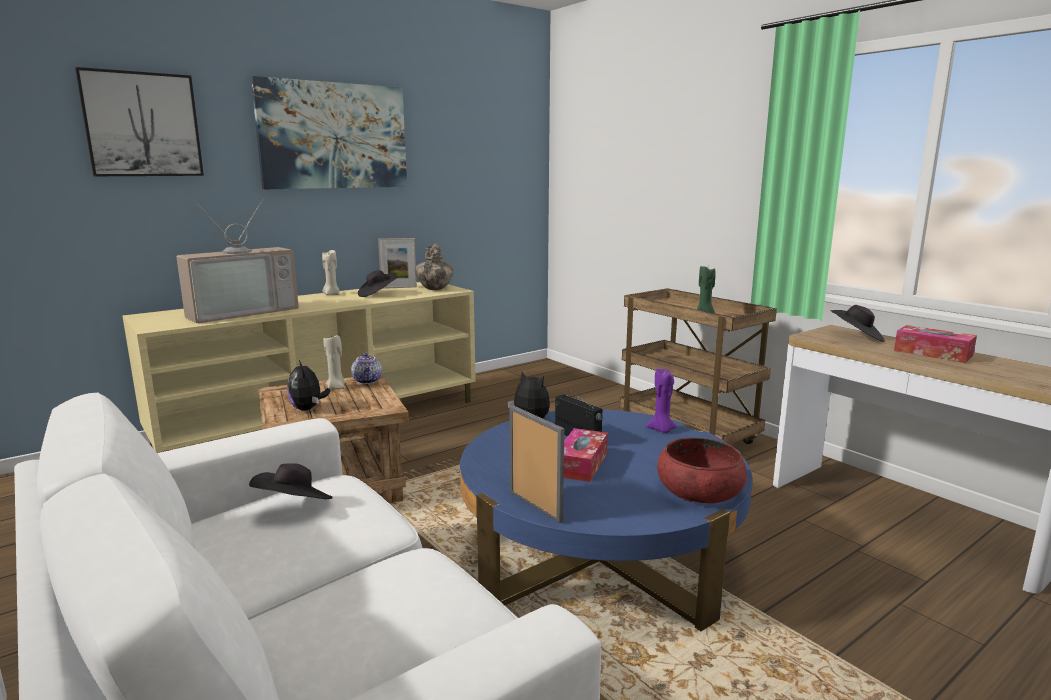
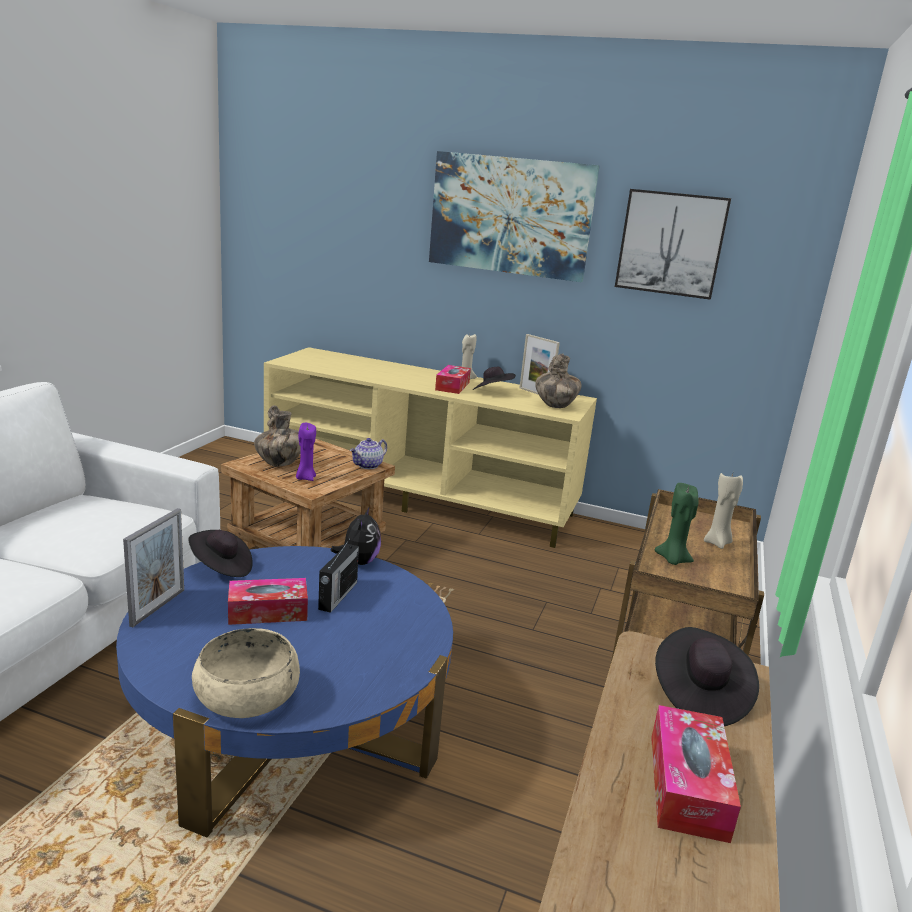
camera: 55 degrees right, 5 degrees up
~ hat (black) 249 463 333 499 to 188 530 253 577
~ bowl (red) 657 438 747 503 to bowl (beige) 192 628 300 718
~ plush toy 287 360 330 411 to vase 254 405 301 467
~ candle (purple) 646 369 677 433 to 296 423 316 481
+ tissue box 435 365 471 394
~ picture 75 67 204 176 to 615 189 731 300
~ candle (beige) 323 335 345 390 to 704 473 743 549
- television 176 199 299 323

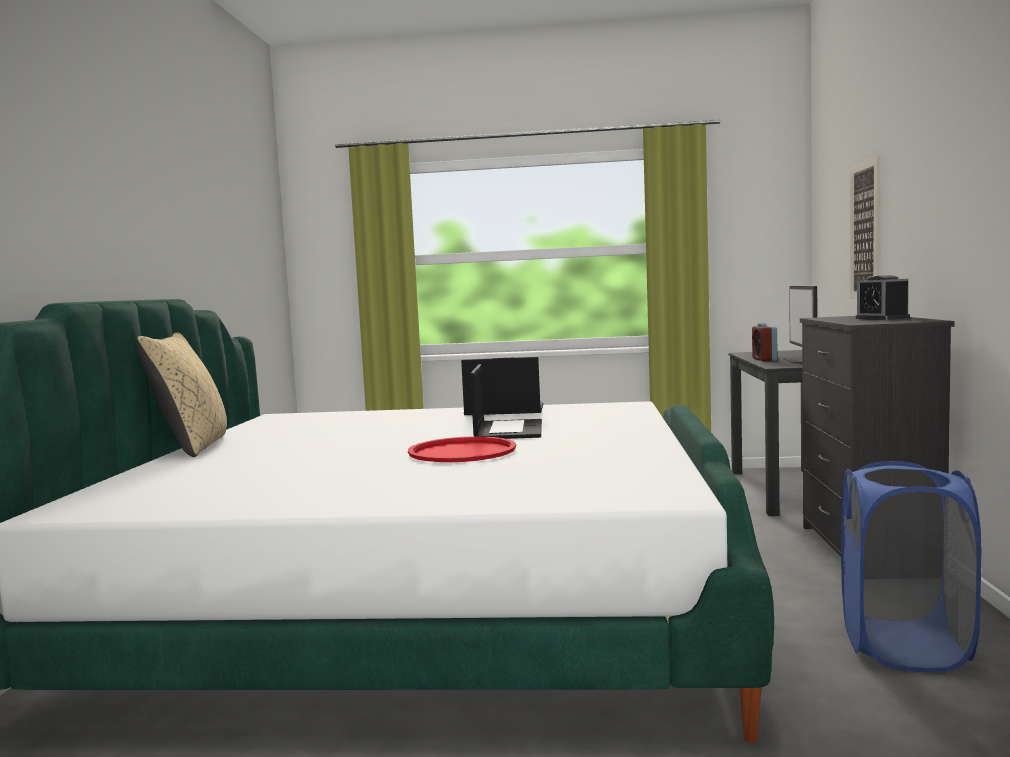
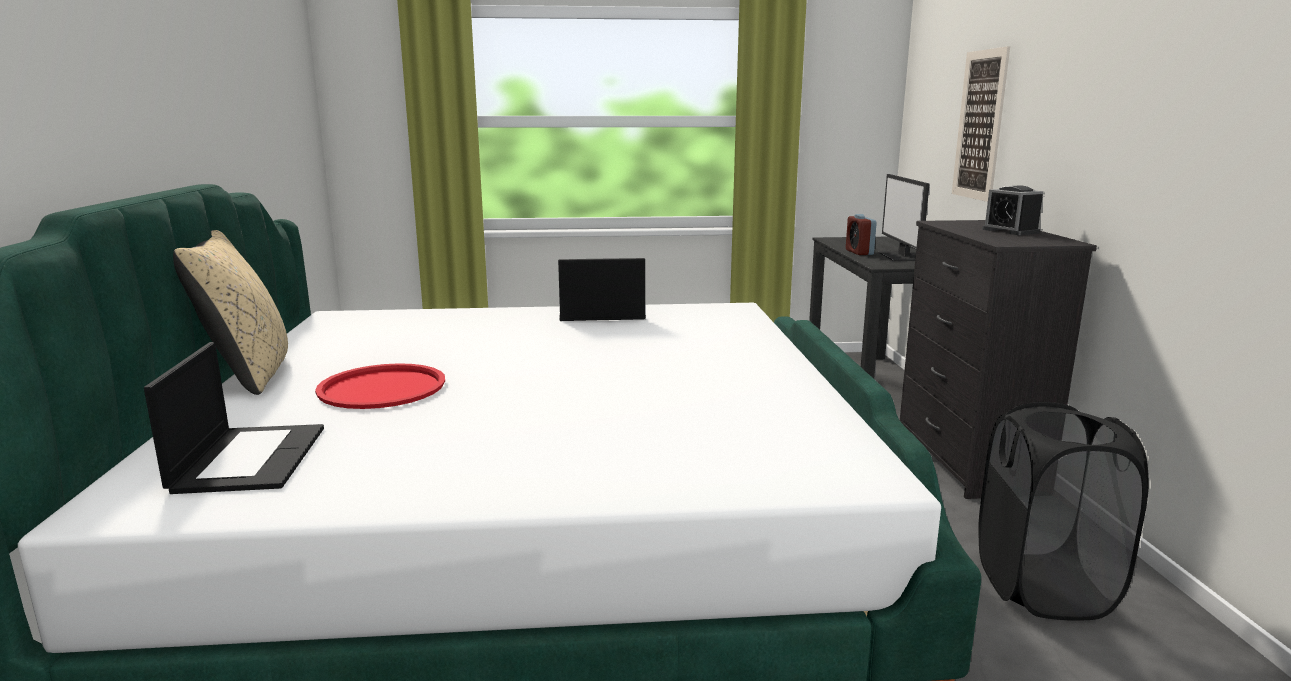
camera: 10 degrees left, 10 degrees up
~ laptop 470 364 542 439 to 144 342 324 494
~ tray (red) 408 436 516 462 to 315 363 445 409
~ laundry basket (blue) 841 461 981 672 to laundry basket (black) 978 402 1149 621

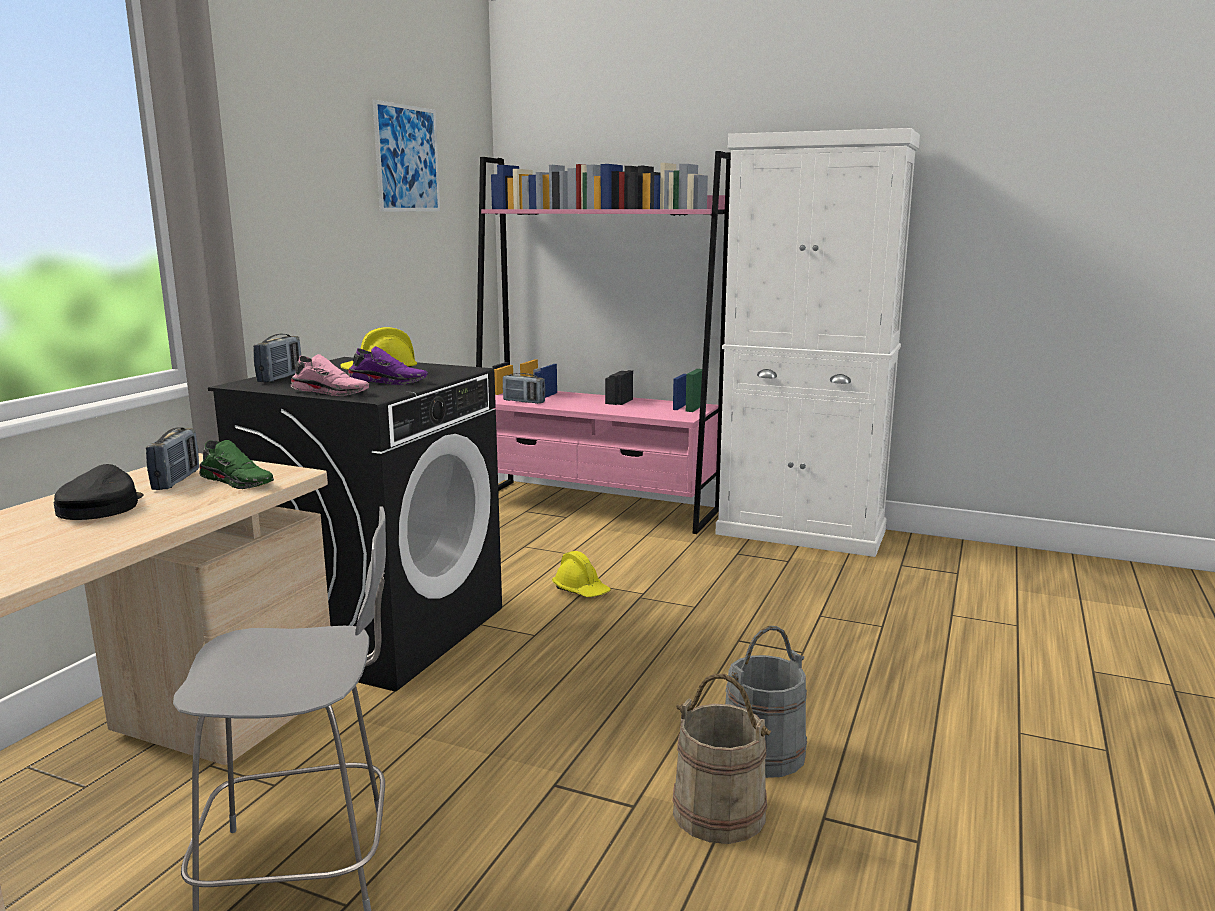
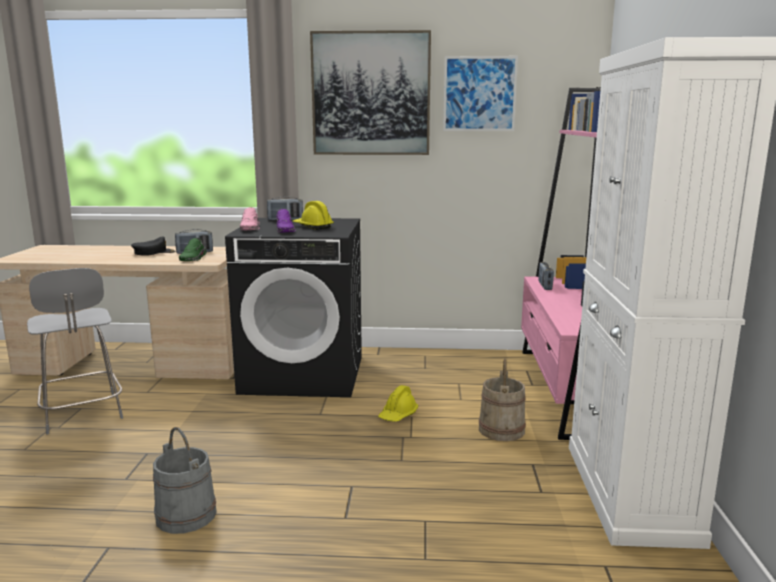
camera: 70 degrees right, 0 degrees up
+ picture 310 30 431 155
~ bucket (beige) 672 674 771 844 to 479 358 526 441

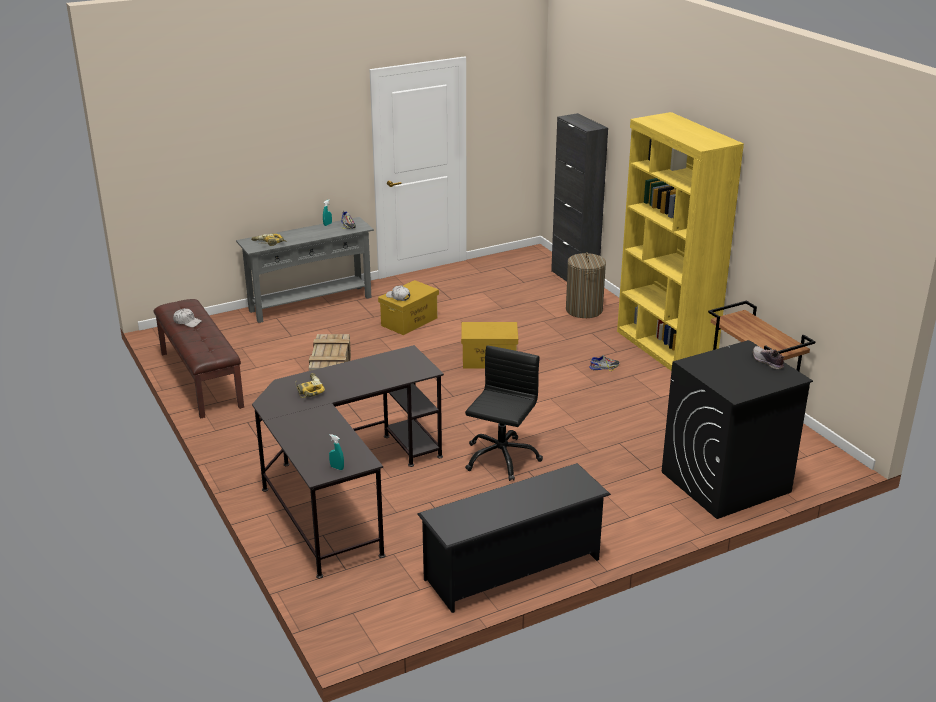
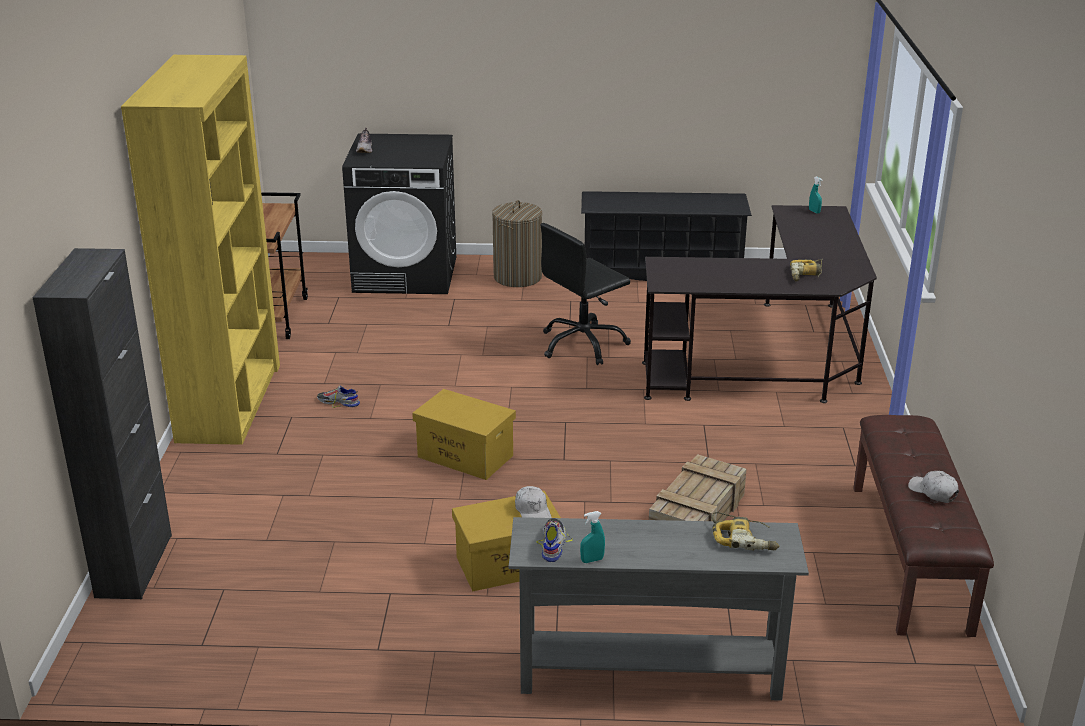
camera: 150 degrees left, 0 degrees up
~ laundry basket 566 252 606 318 to 492 200 542 287

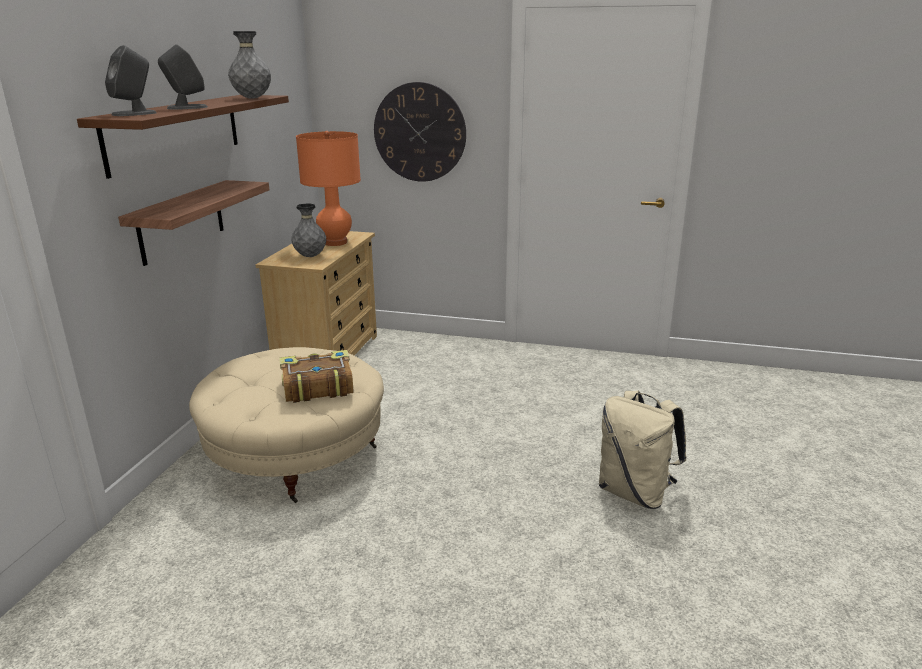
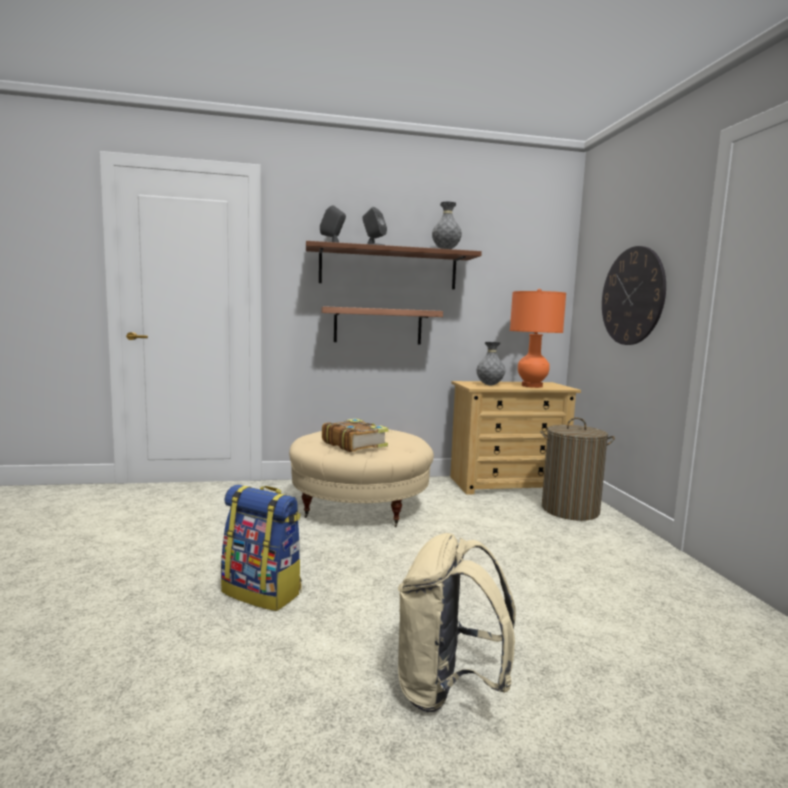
camera: 65 degrees right, 15 degrees down
+ backpack 221 485 301 611
+ laundry basket 540 417 615 521

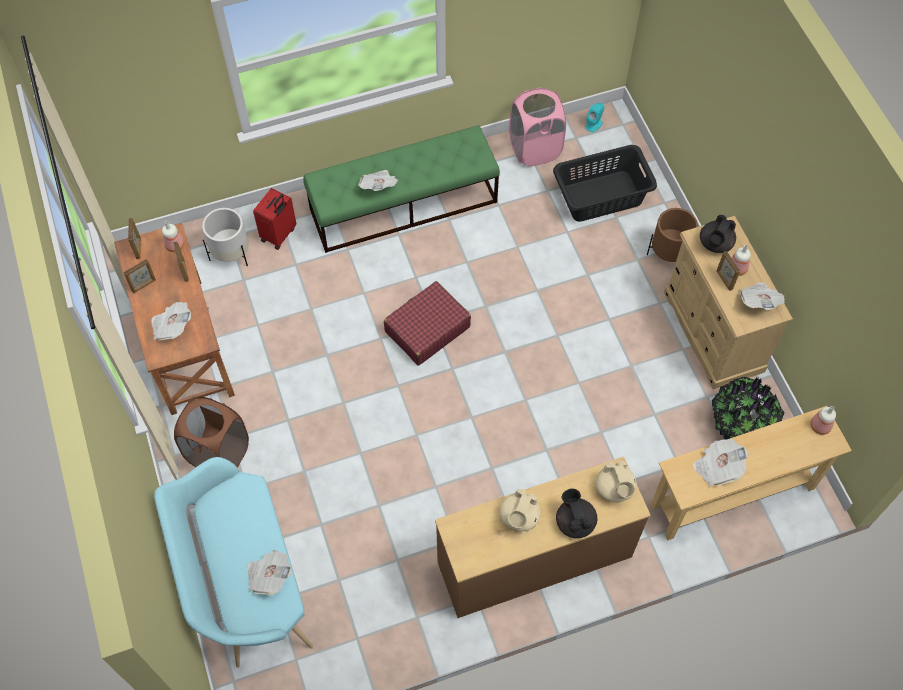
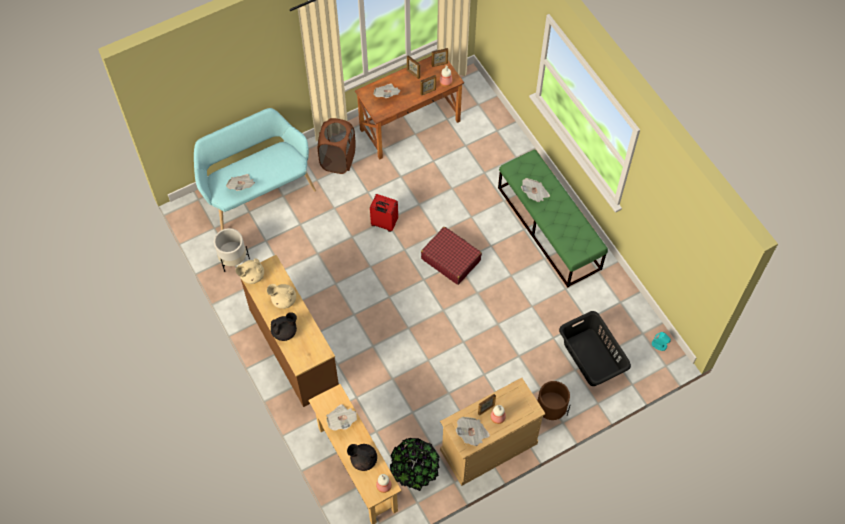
camera: 80 degrees right, 0 degrees up
~ planter (white) 202 208 248 266 to 214 228 250 272
~ teapot (beige) 596 460 637 502 to 235 258 264 284
~ teapot (black) 700 215 736 253 to 347 444 377 471
~ suitcase (red) 253 188 296 250 to 370 194 398 232
- laundry basket (pink) 509 87 566 167

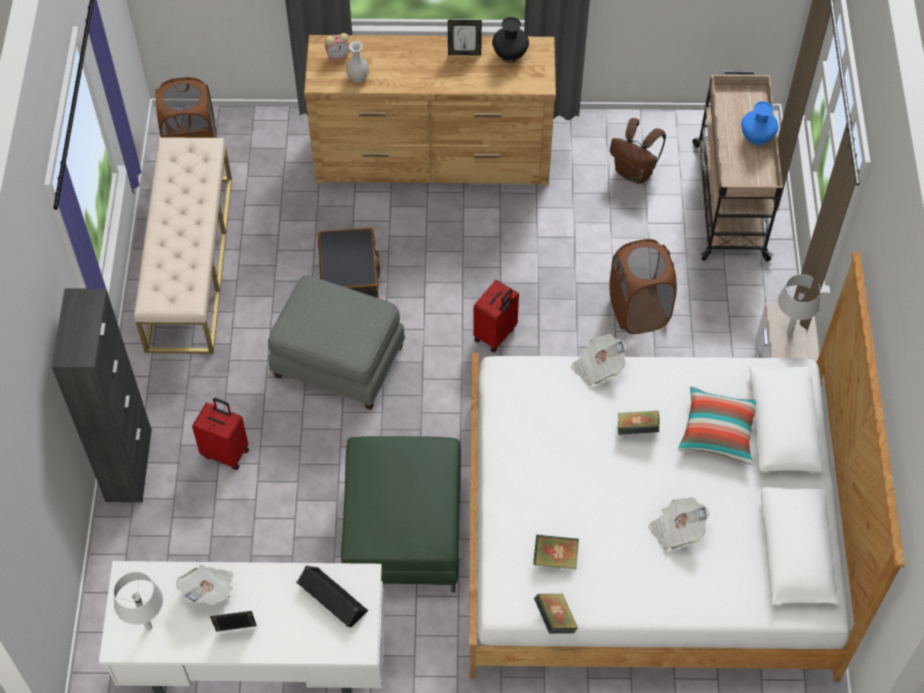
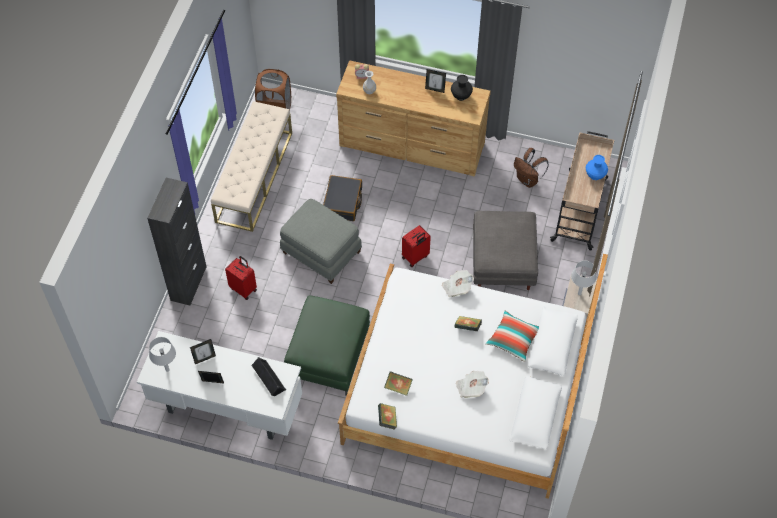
camera: 15 degrees right, 0 degrees up
~ newspaper 176 565 233 605 to picture frame 190 339 216 364
~ laundry basket (brown) 609 239 677 334 to ottoman (grey) 473 211 538 290

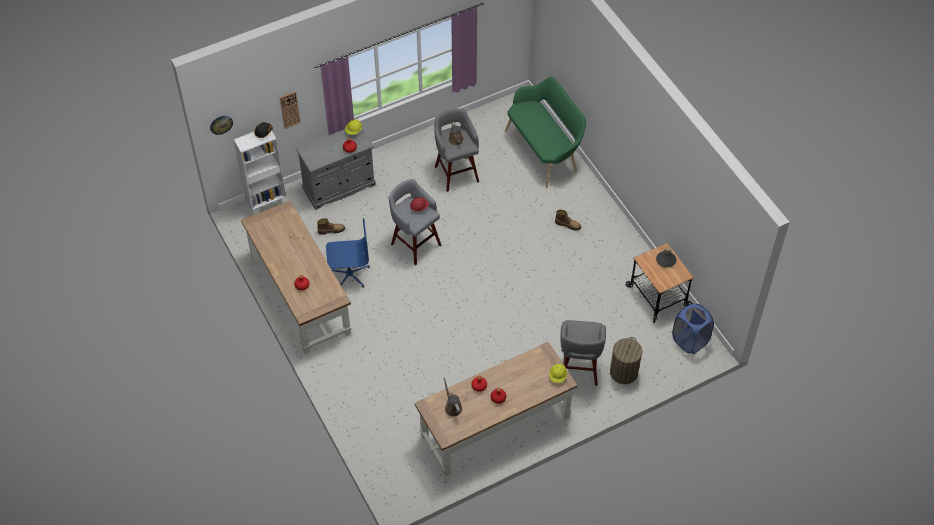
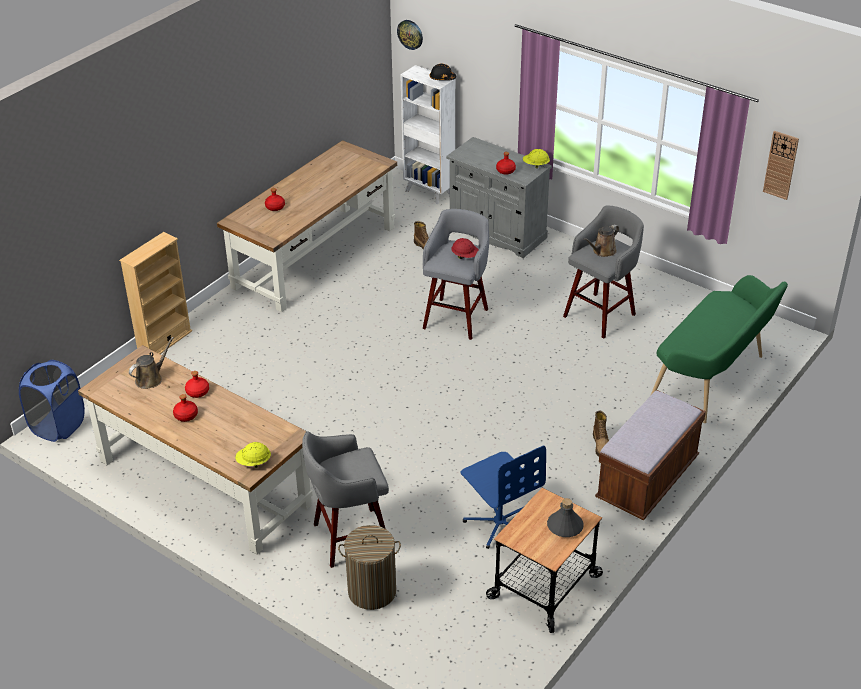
camera: 65 degrees right, 15 degrees down
~ laundry basket (blue) 672 303 714 354 to 19 360 85 442
+ bookcase (beige) 119 232 192 354
~ office chair (blue) 326 218 370 288 to 460 445 546 549
+ bench (brown) 595 390 706 520
~ wall clock 280 91 300 129 to 763 131 799 200

